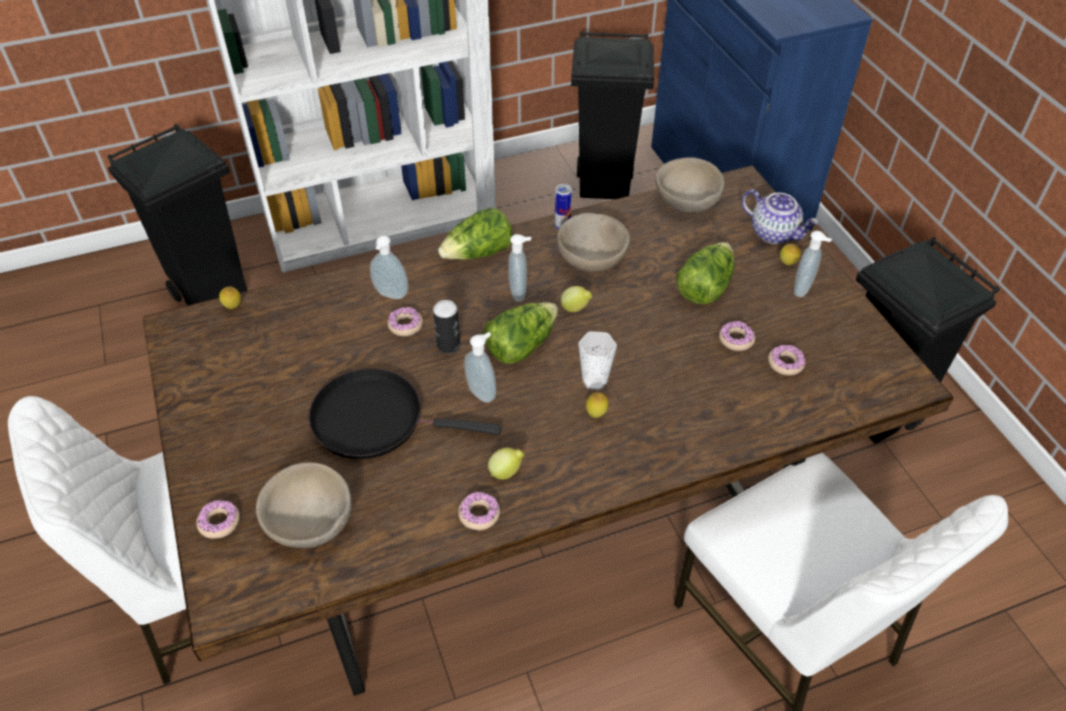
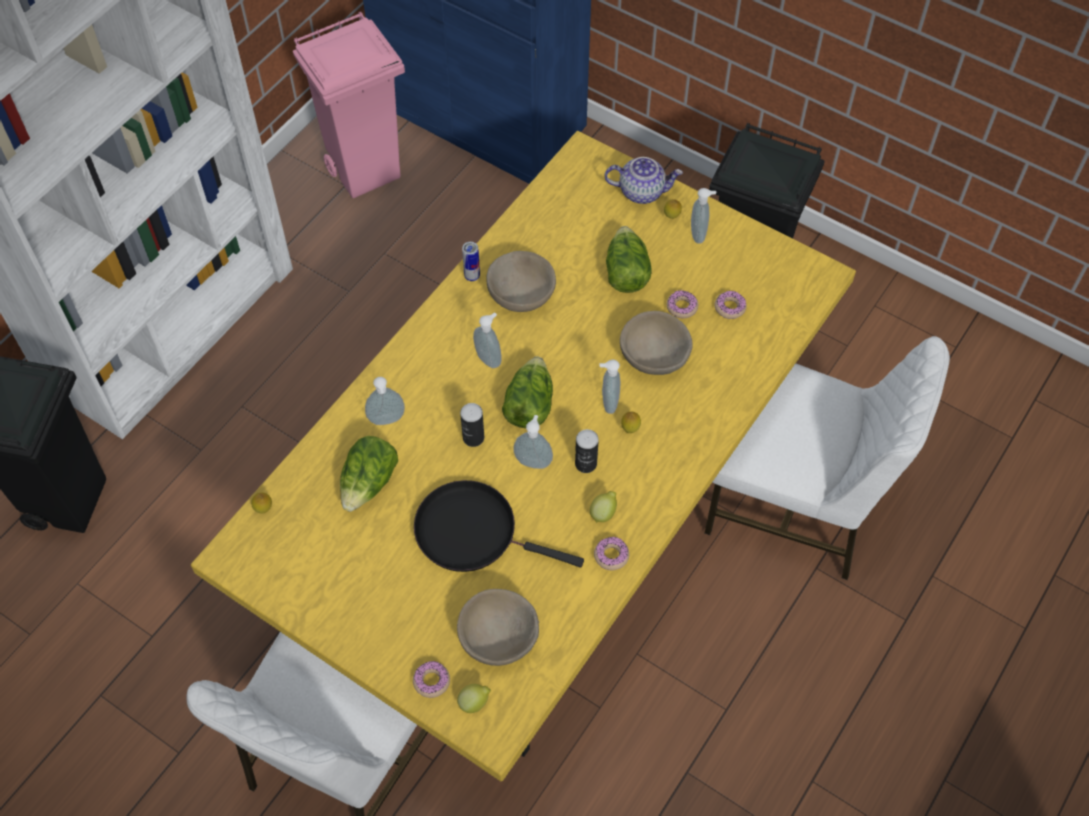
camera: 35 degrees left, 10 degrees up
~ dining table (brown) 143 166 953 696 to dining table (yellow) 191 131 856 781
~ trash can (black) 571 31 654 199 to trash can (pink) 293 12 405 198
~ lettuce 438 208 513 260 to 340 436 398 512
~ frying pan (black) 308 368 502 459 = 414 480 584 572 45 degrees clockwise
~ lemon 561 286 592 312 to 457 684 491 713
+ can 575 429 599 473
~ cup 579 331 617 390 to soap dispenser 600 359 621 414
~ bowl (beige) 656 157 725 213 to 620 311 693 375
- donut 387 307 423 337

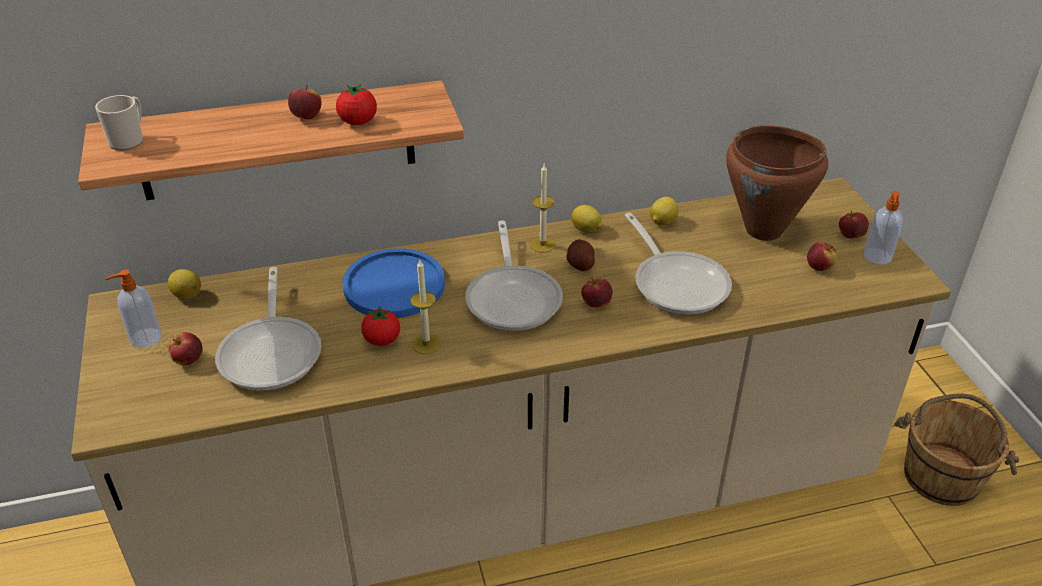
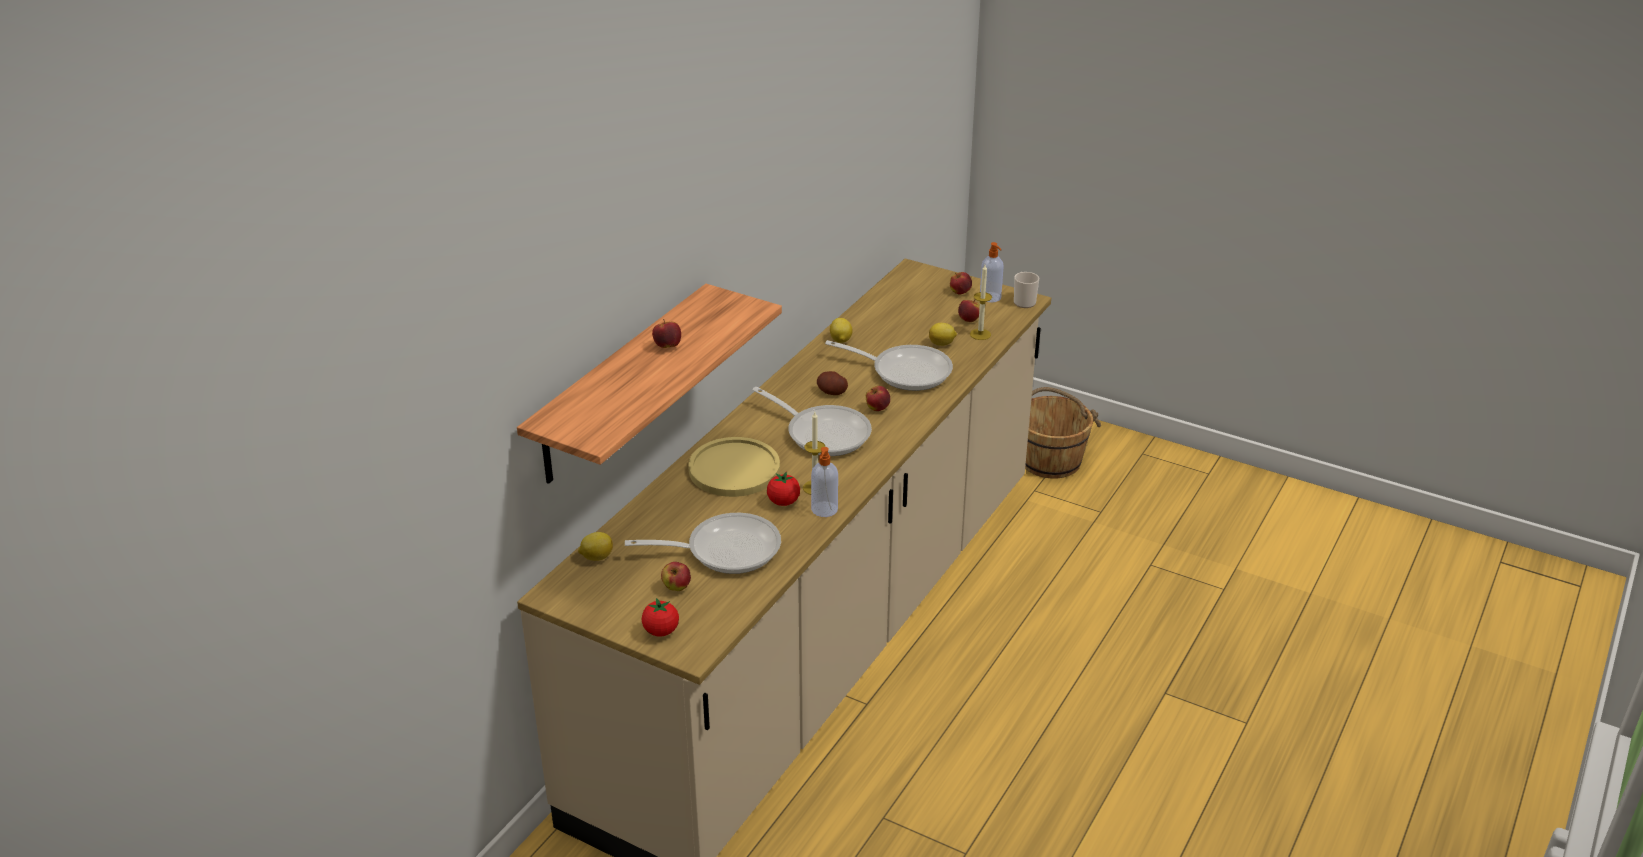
camera: 45 degrees left, 5 degrees down
~ frying pan 215 267 321 391 = 625 513 781 574 45 degrees counterclockwise
~ tomato 336 84 377 125 to 642 598 679 637
~ plate (blue) 343 248 445 318 to plate (yellow) 688 437 780 497
~ soap dispenser 105 269 161 348 to 811 447 838 517
~ lemon 571 205 602 233 to 929 323 957 346
~ candle 530 164 555 253 to 970 265 992 340
~ mug 95 95 143 151 to 1014 272 1039 308
- cooking pot (brown) 726 125 828 241

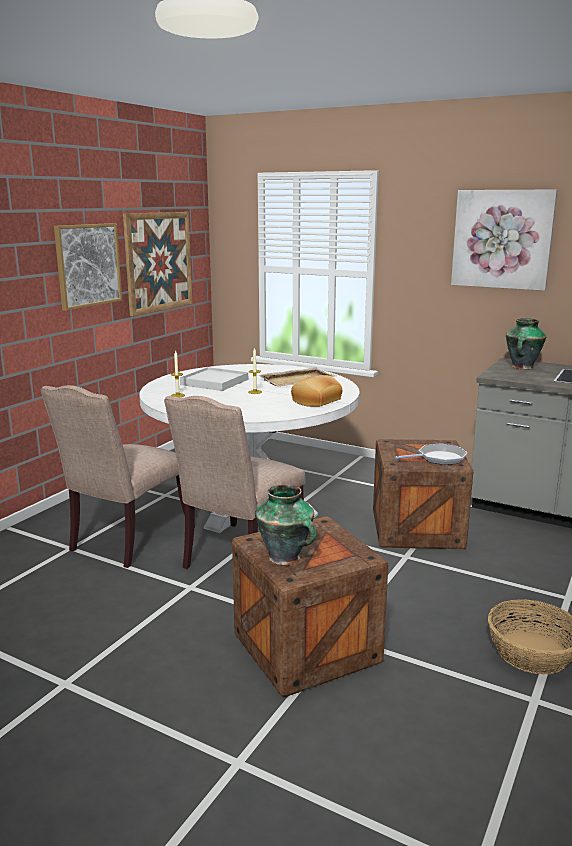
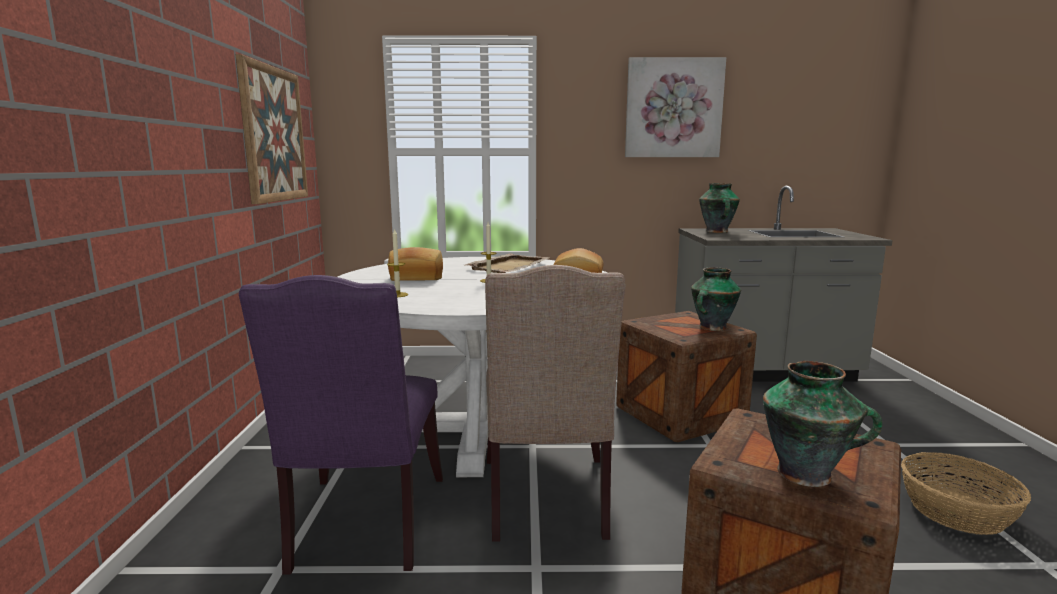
camera: 30 degrees left, 5 degrees down
~ chair (beige) 41 385 195 568 to chair (purple) 239 275 443 575
~ tray (white) 180 367 248 391 to bread 388 247 443 281
~ frying pan 395 443 468 465 to vase 691 268 741 331
- picture 54 223 122 311

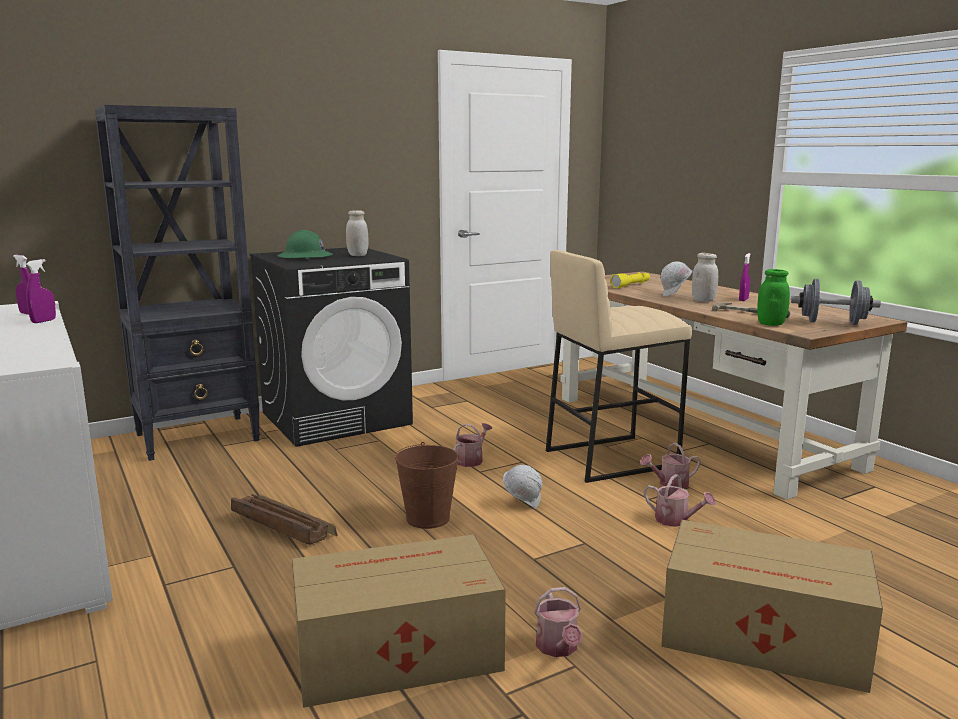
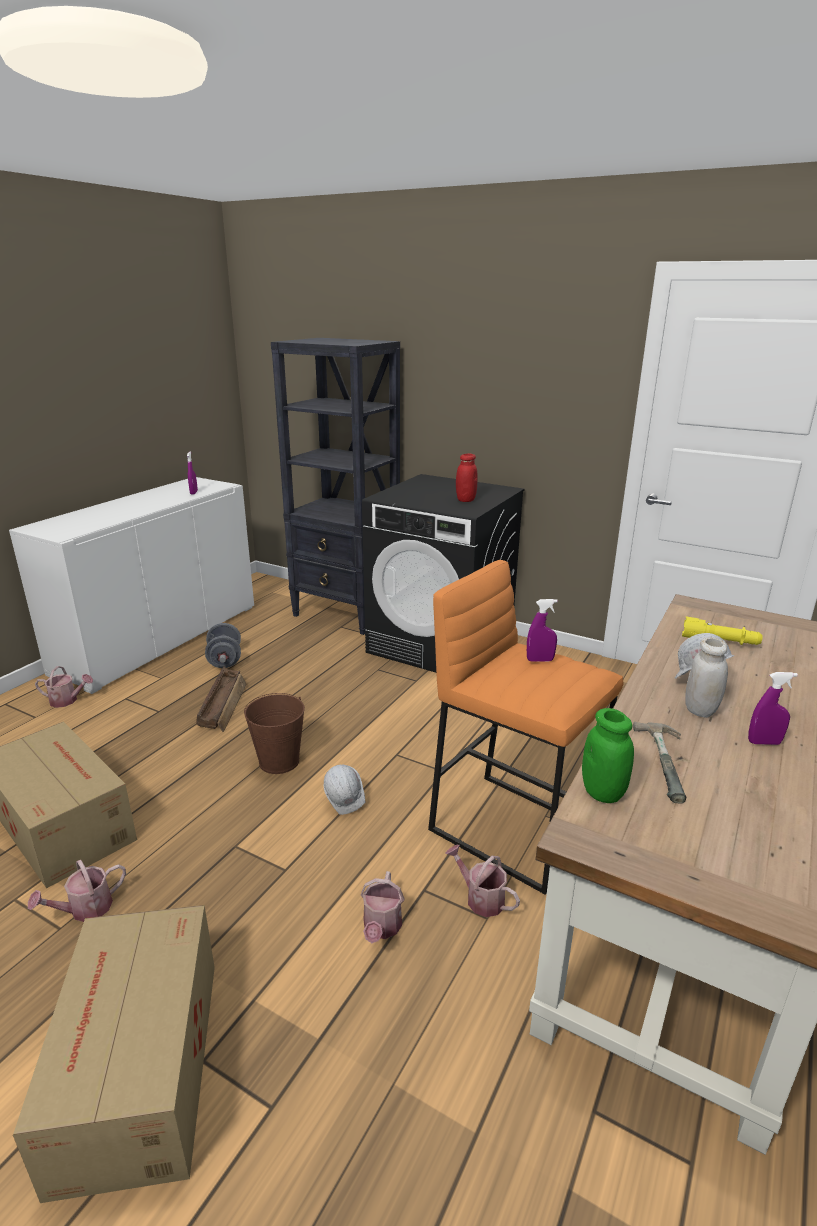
camera: 60 degrees right, 10 degrees up
~ watering can 453 423 492 467 to 35 666 93 708
~ dumbbell (grey) 791 279 881 325 to 205 623 241 668
~ stool (beige) 546 250 692 483 to stool (orange) 428 560 623 895
~ jar (white) 346 210 368 256 to jar (red) 456 454 477 502
~ spray bottle (purple) 26 259 56 323 to 527 599 558 662
- hard hat (green) 277 230 333 260

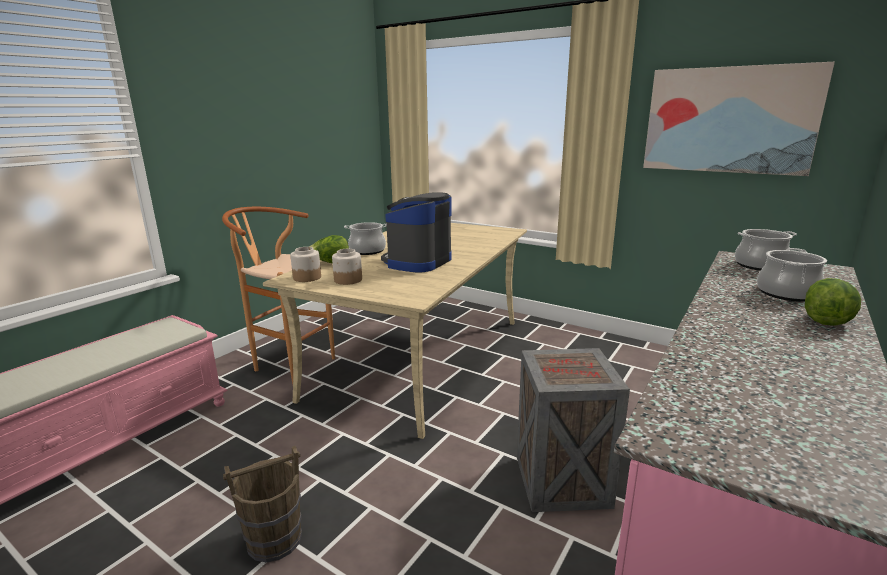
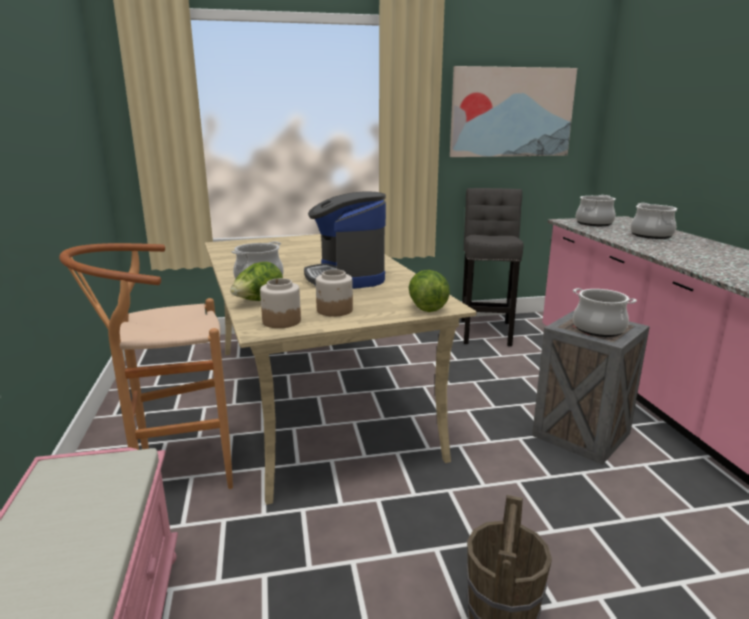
camera: 45 degrees left, 0 degrees up
~ lettuce 805 278 861 326 to 409 270 450 312
+ stool (grey) 461 188 524 346
+ cooking pot 573 288 637 337

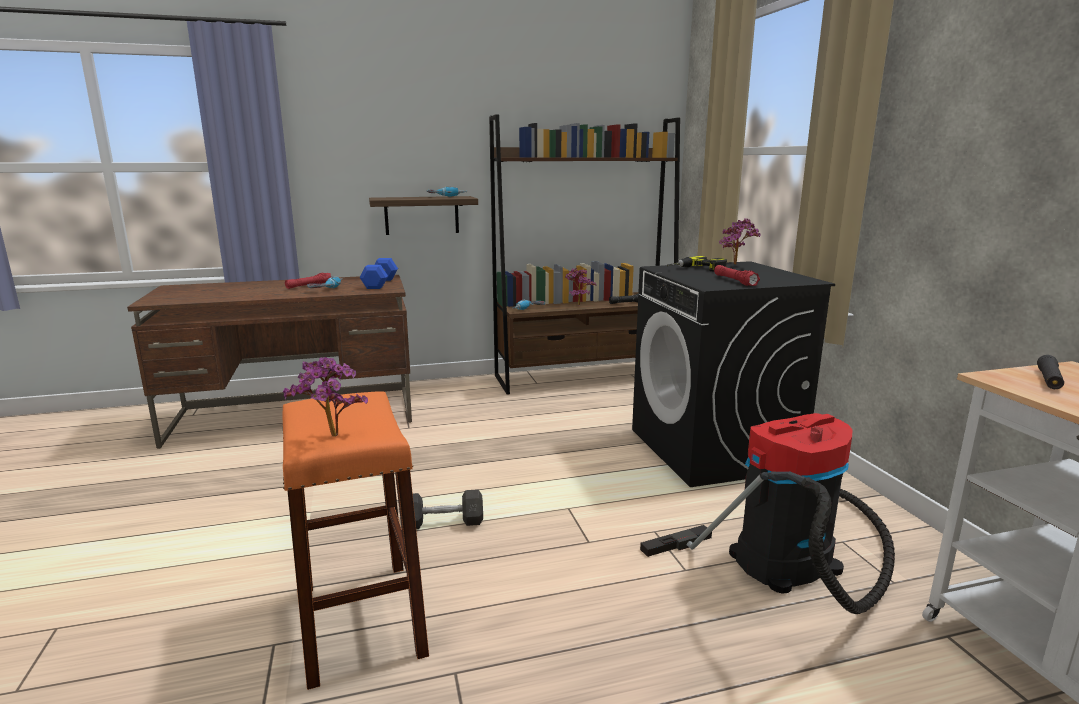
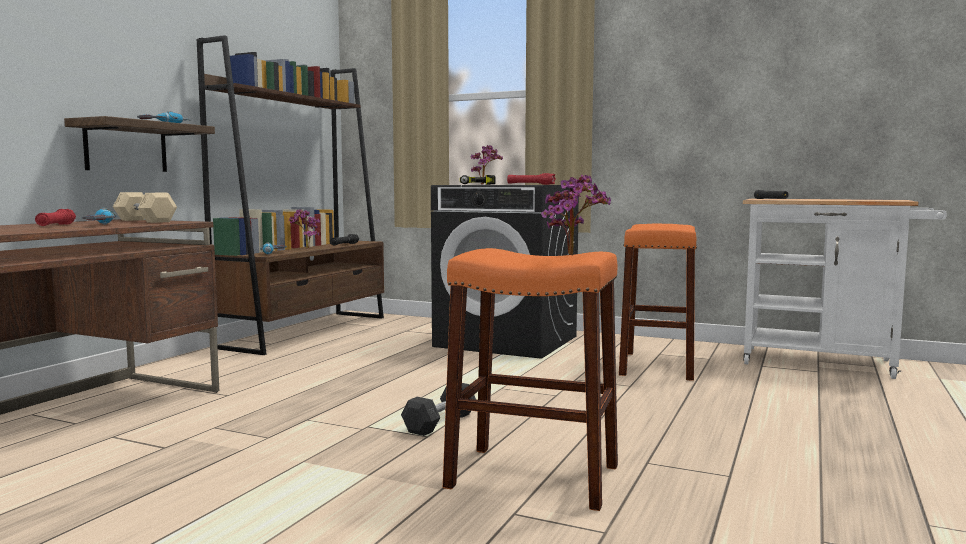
camera: 50 degrees left, 10 degrees down
~ dumbbell (blue) 360 258 398 289 to dumbbell (beige) 113 192 177 223
~ vacuum cleaner 640 413 895 614 to stool (orange) 619 224 697 381

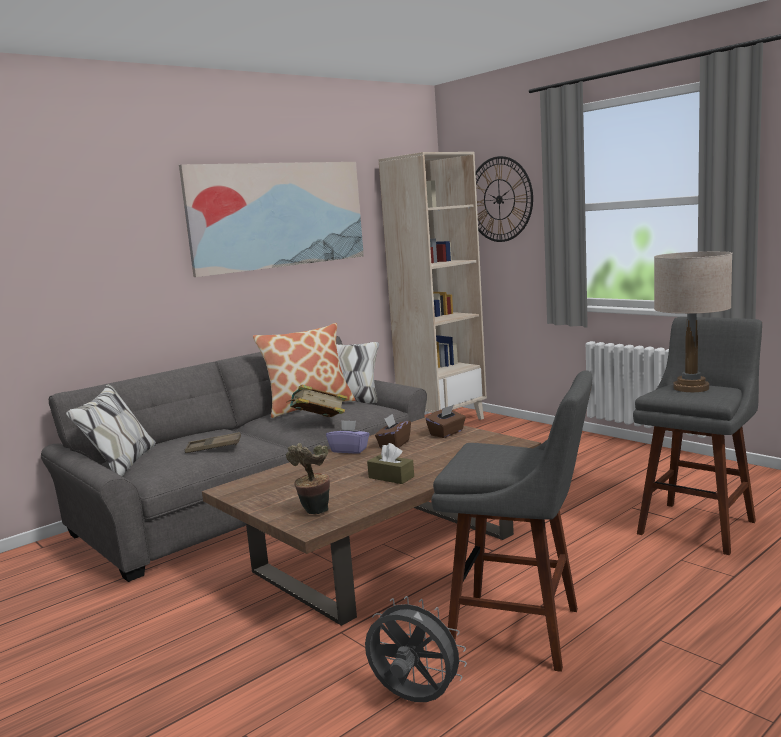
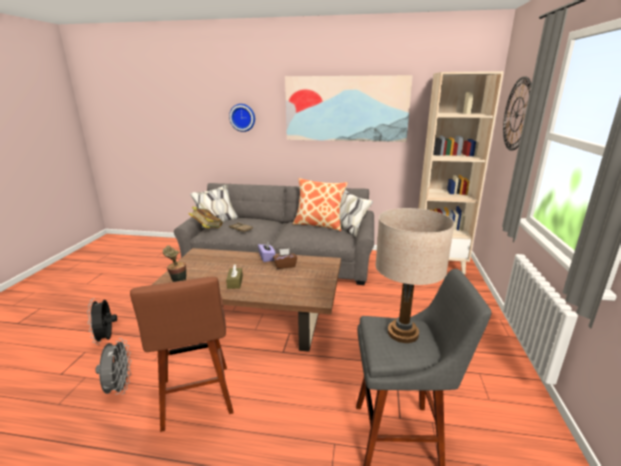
camera: 50 degrees right, 10 degrees up
+ fan (black) 87 298 117 345
~ stool (grey) 431 370 592 672 to stool (brown) 130 277 233 432
~ book 286 385 348 417 to 189 206 223 228
+ wall clock 229 104 255 132
- tissue box (brown) 426 405 466 438

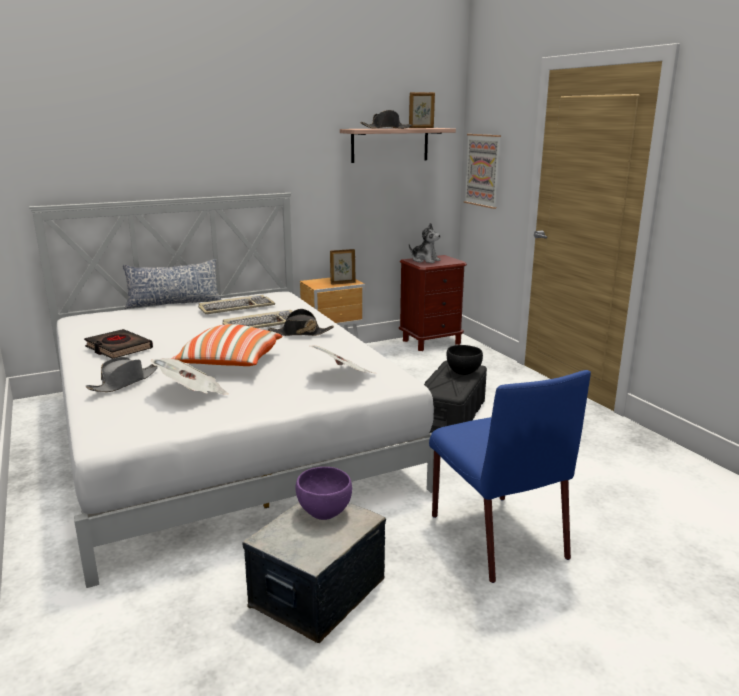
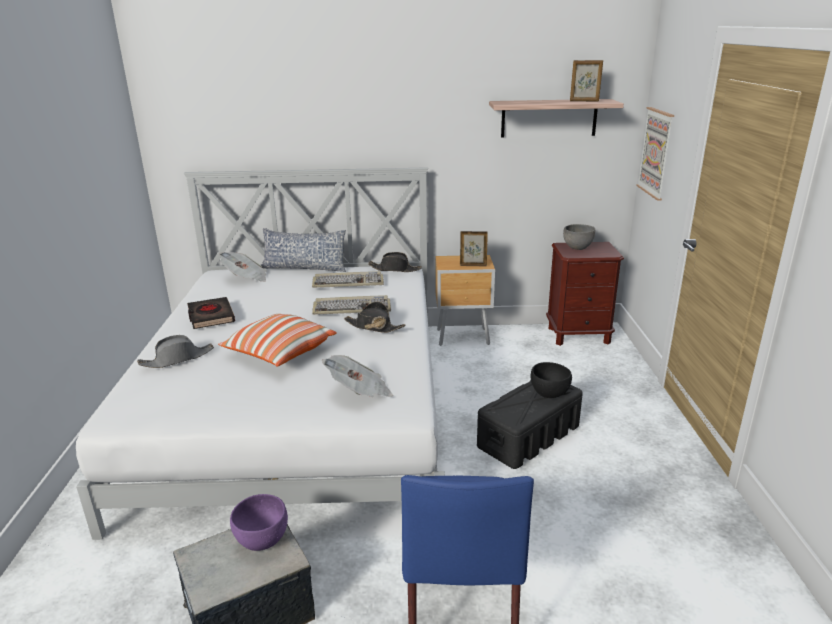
camera: 25 degrees right, 5 degrees up
~ newspaper 151 358 229 395 to 219 252 266 282
~ hat (black) 360 110 412 129 to 368 252 422 272
~ plush toy 409 223 441 263 to bowl (grey) 563 224 595 250

